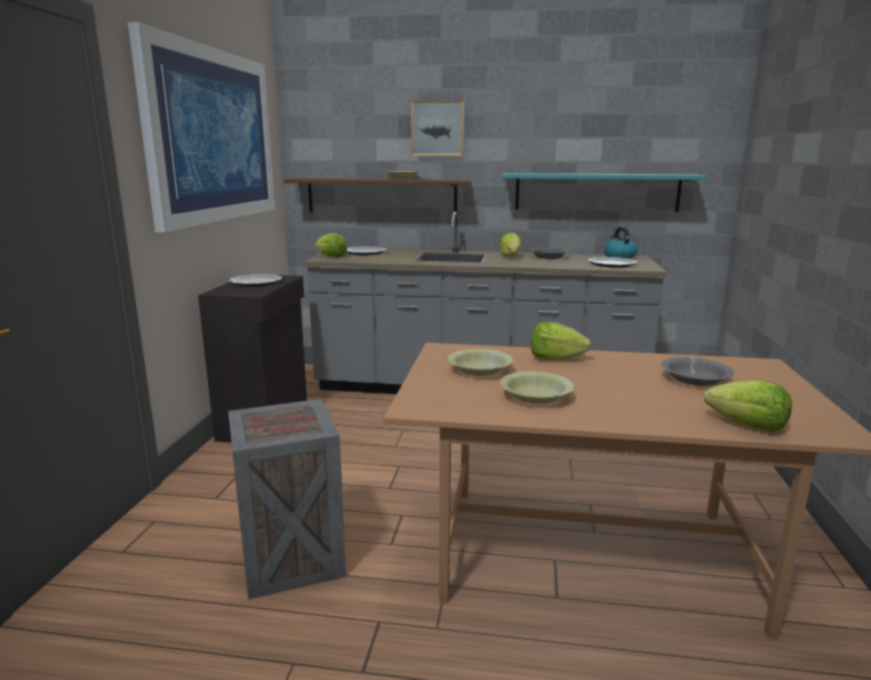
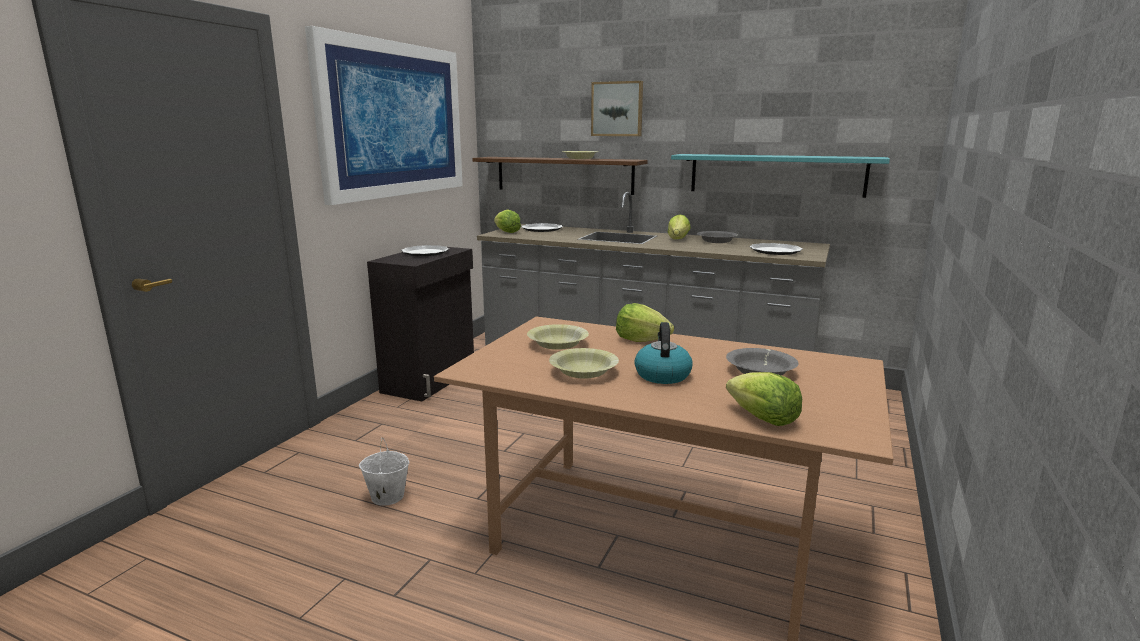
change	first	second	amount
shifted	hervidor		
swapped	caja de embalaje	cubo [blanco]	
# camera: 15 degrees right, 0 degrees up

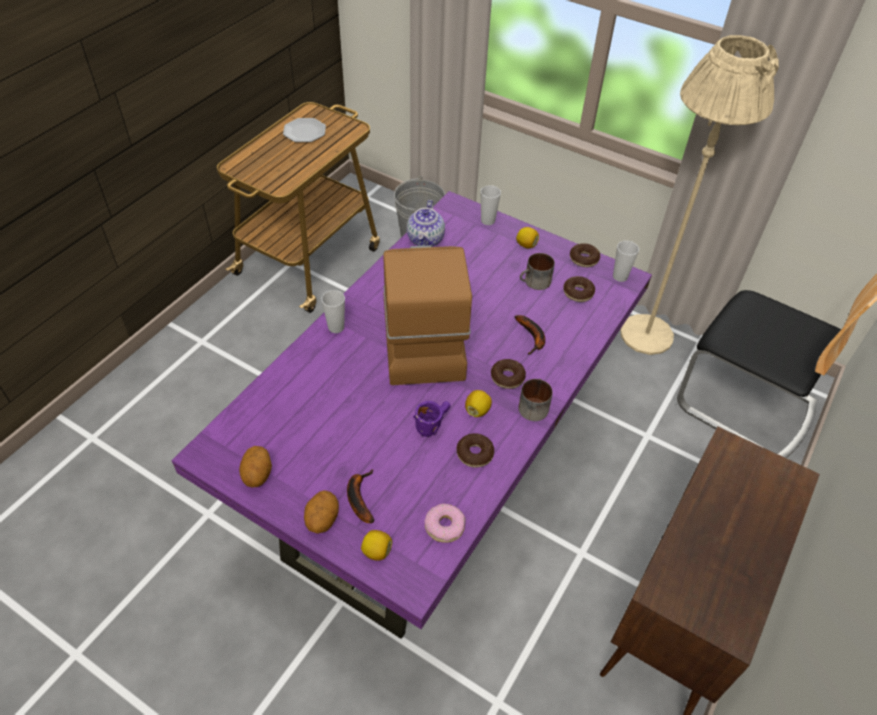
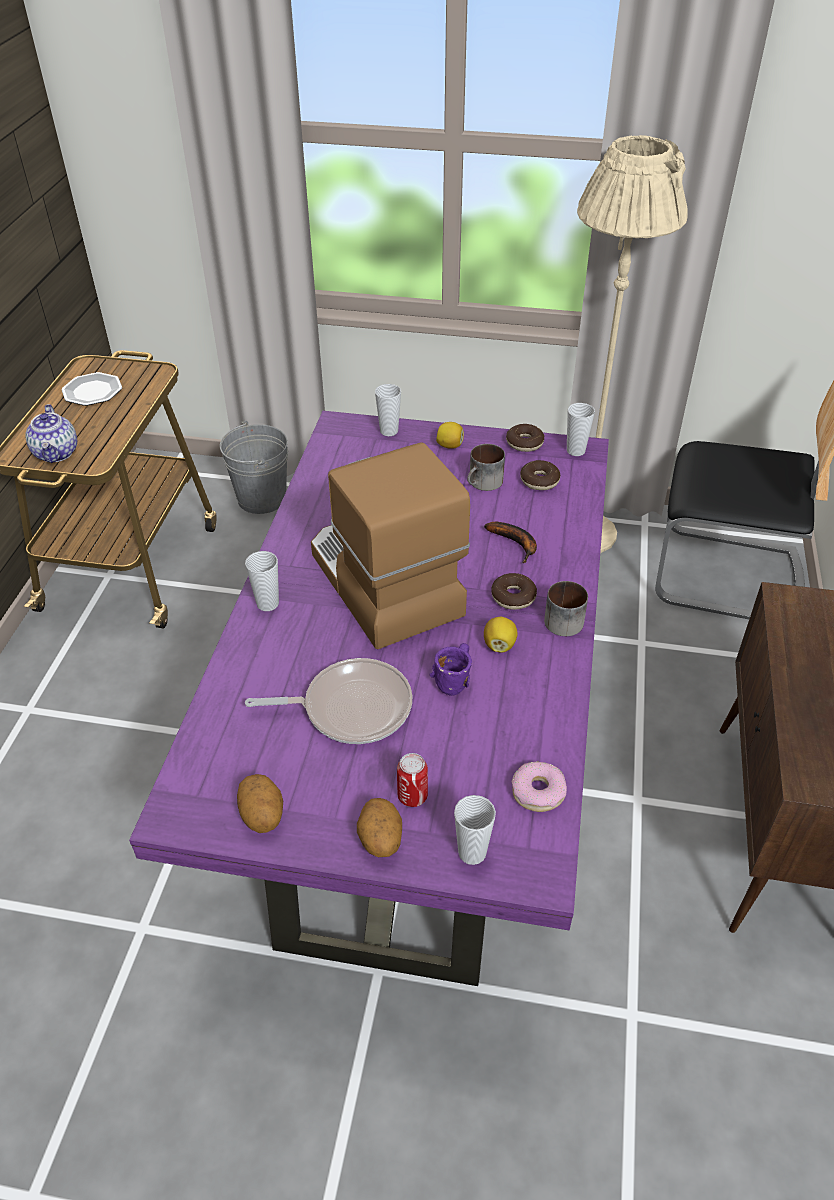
change	first	second	amount
shifted	tetera		
gone	rosquilla (no. 2 from left)		
swapped	plátano (no. 1 from left)	lata	
swapped	limón (no. 1 from left)	taza (no. 3 from left)	
new		sartén	
# camera: 20 degrees left, 5 degrees down

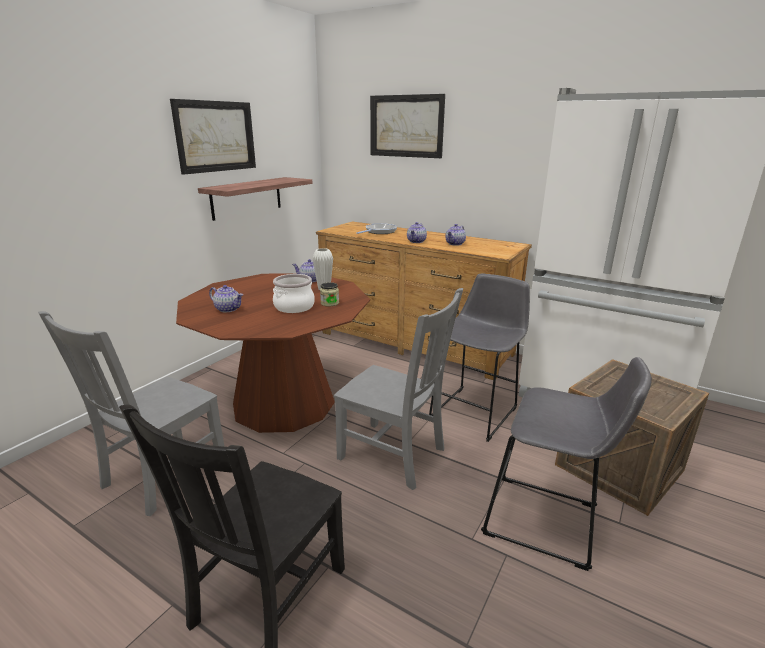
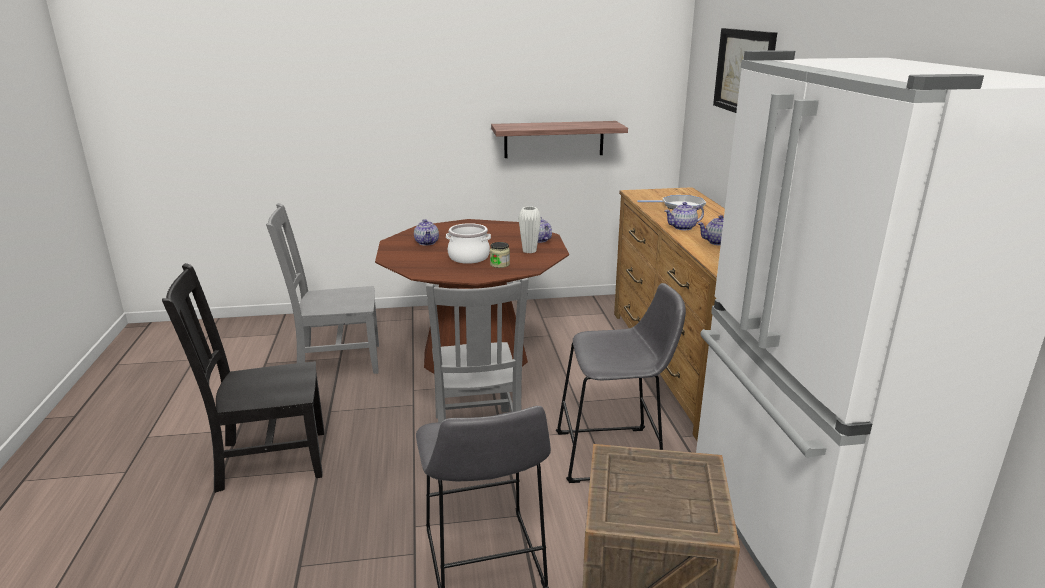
change	first	second	amount
gone	cuadro (no. 1 from left)		
# camera: 50 degrees right, 0 degrees up

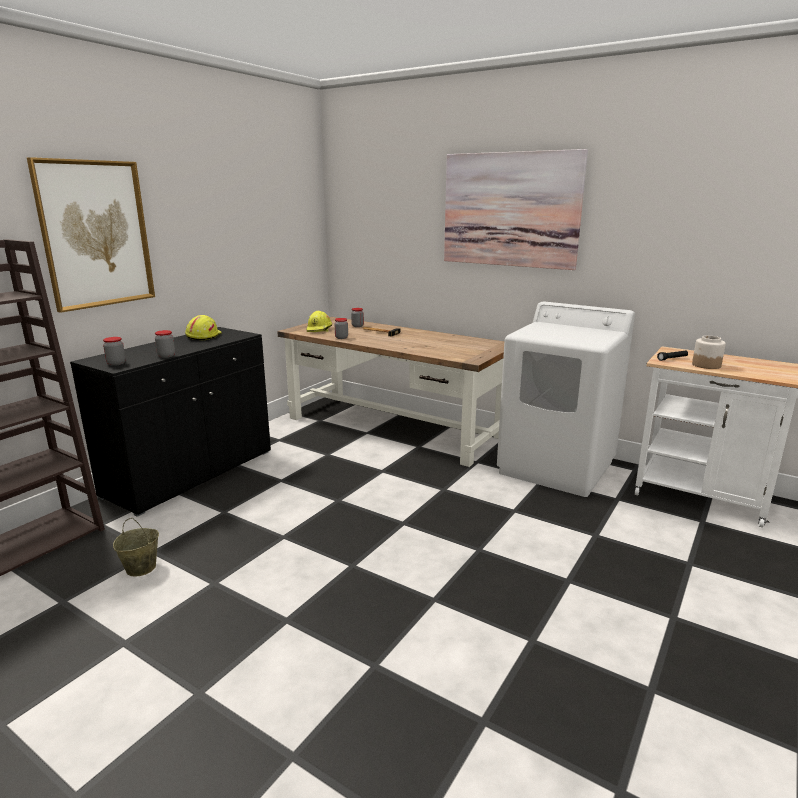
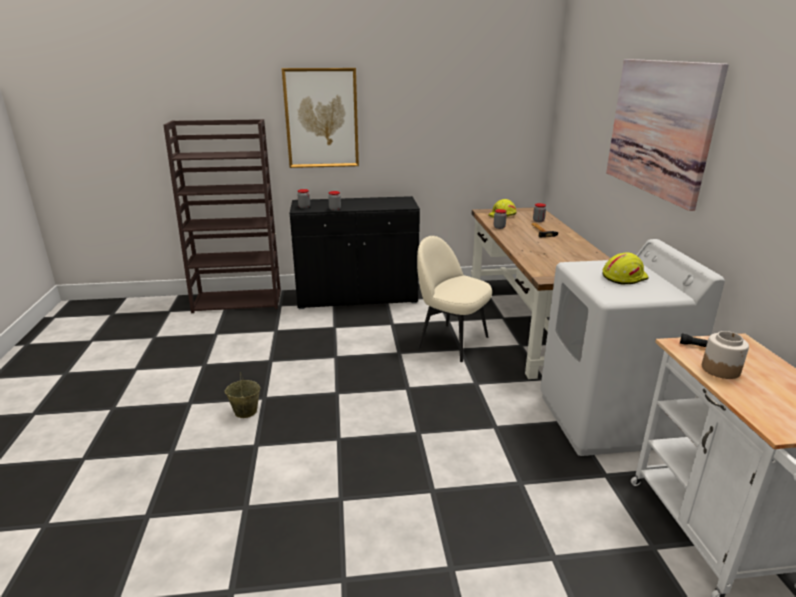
change	first	second	amount
shifted	casco [amarillo] (no. 1 from left in the first image)	casco [amarillo] (no. 2 from left)	
shifted	cubo [beis]		
new		silla [beis]	
# camera: 50 degrees right, 5 degrees up

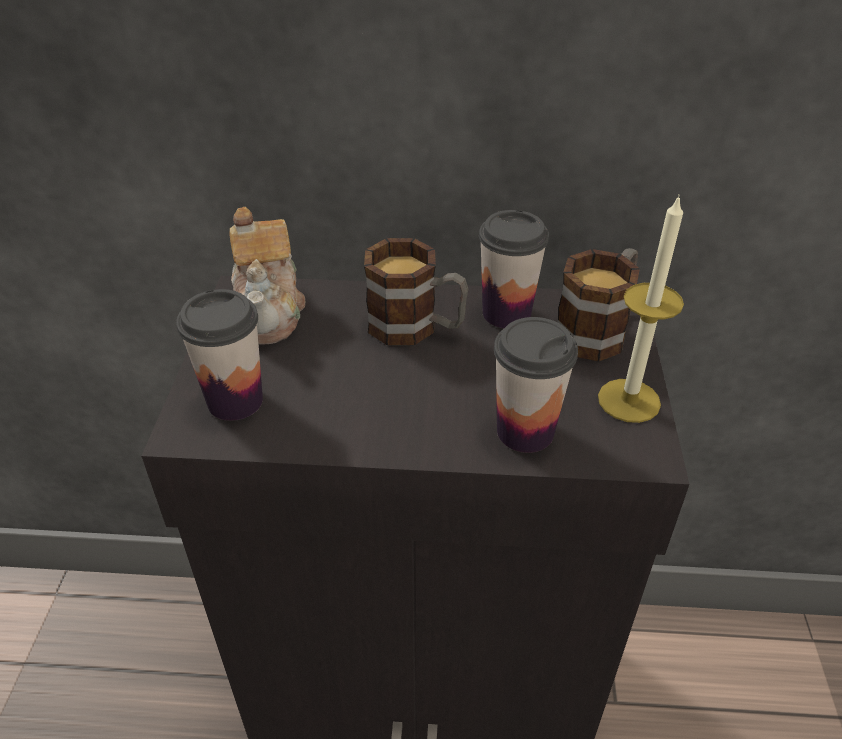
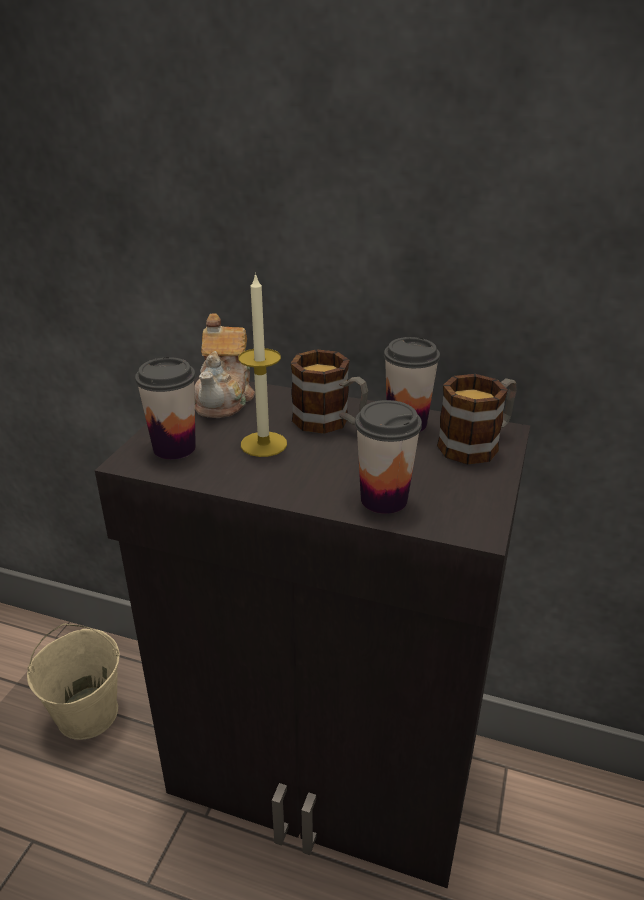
change	first	second	amount
shifted	vela		
new		cubo [beis]	
# camera: 15 degrees right, 10 degrees down

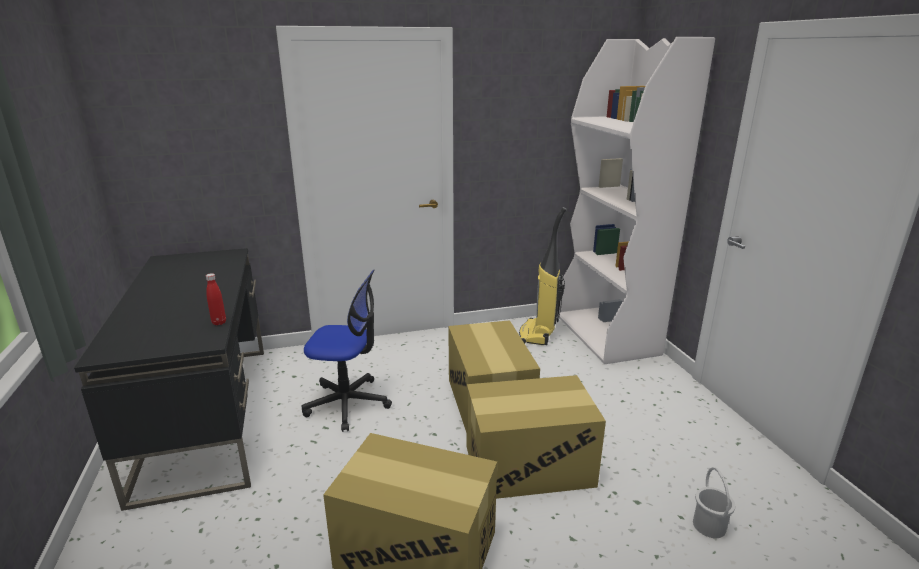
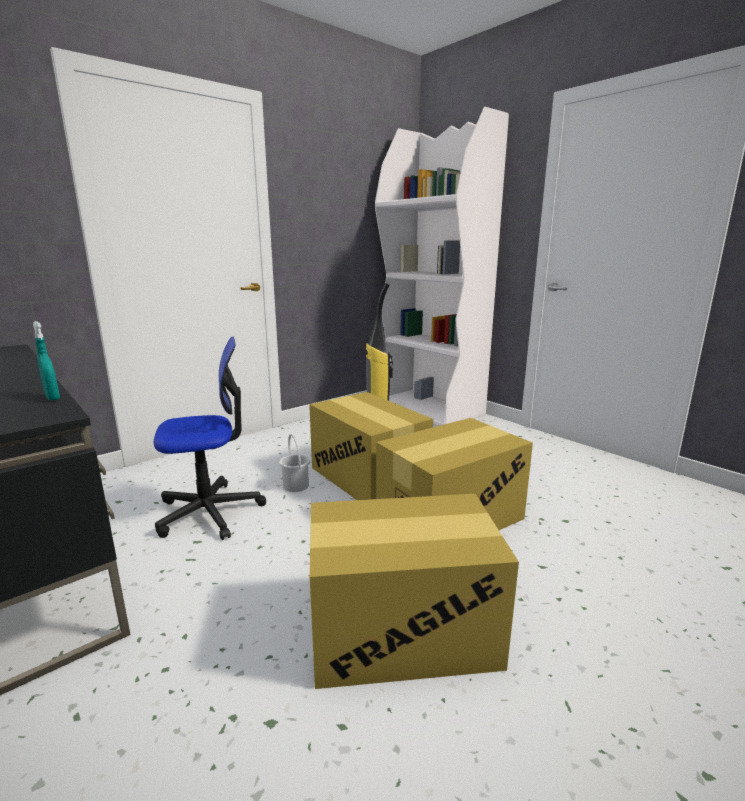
change	first	second	amount
swapped	botella [rojo]	pulverizador [turquesa]	
shifted	cubo [blanco]		
# camera: 25 degrees left, 5 degrees down

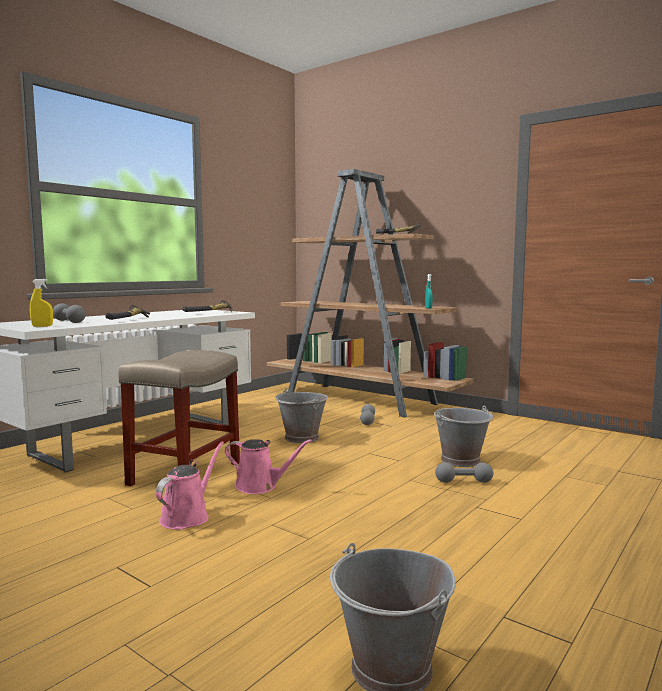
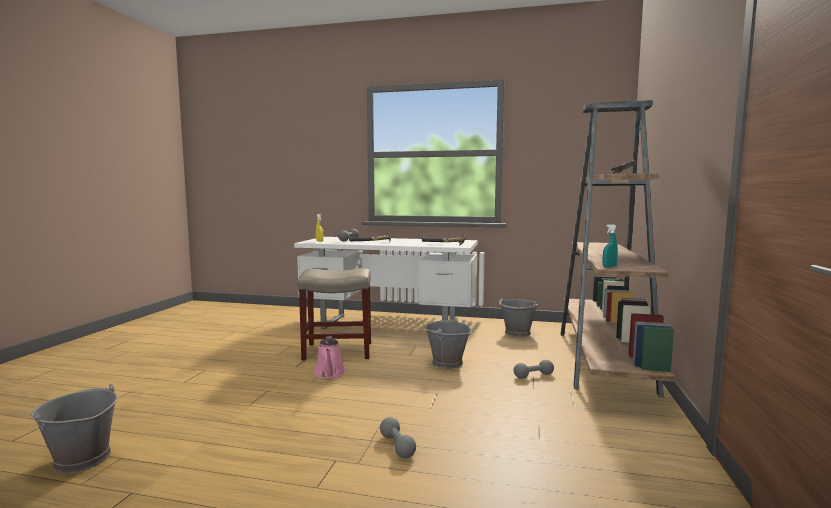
change	first	second	amount
shifted	cubo [gris] (no. 3 from left)		
gone	regadera [rosa] (no. 1 from left)		
# camera: 65 degrees right, 0 degrees up

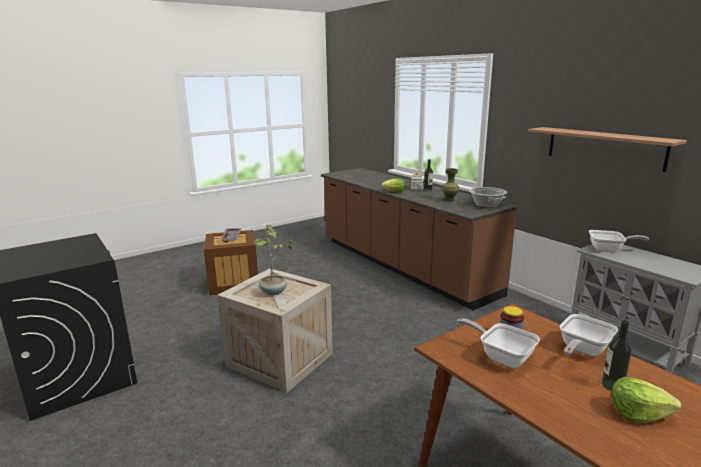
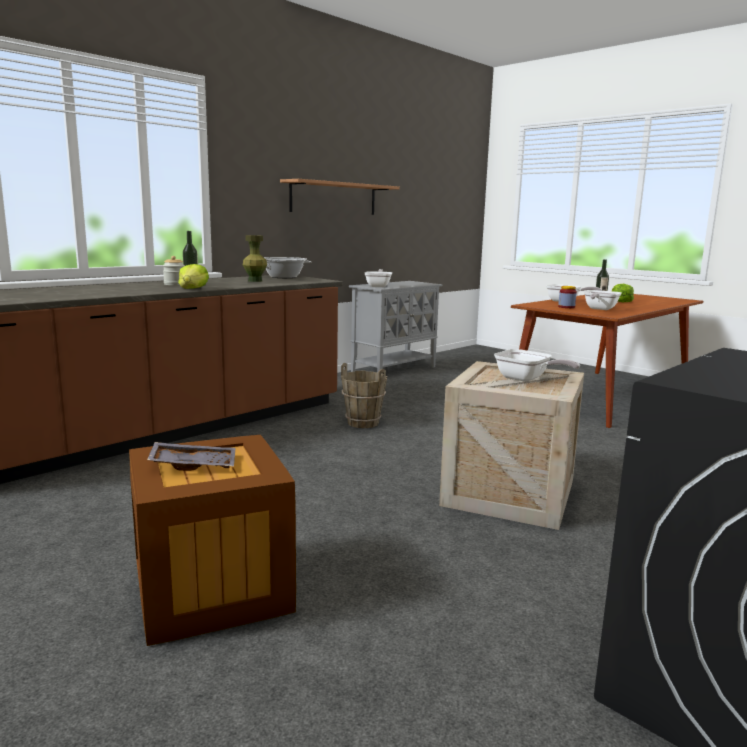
change	first	second	amount
swapped	planta en maceta	sartén (no. 2 from left)	
new		cubo [marrón]	
# camera: 100 degrees left, 5 degrees down

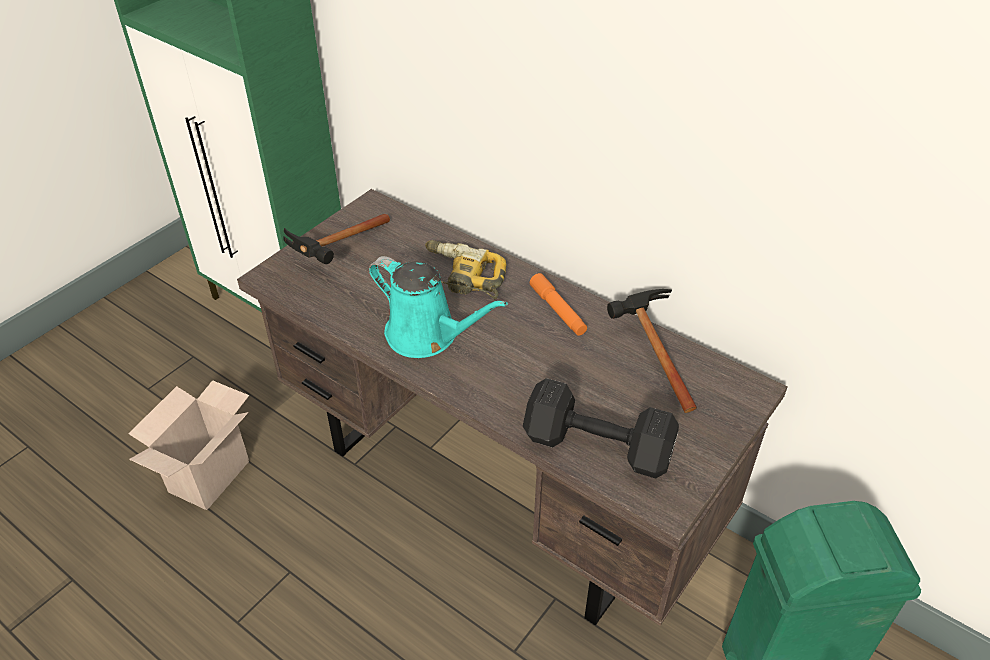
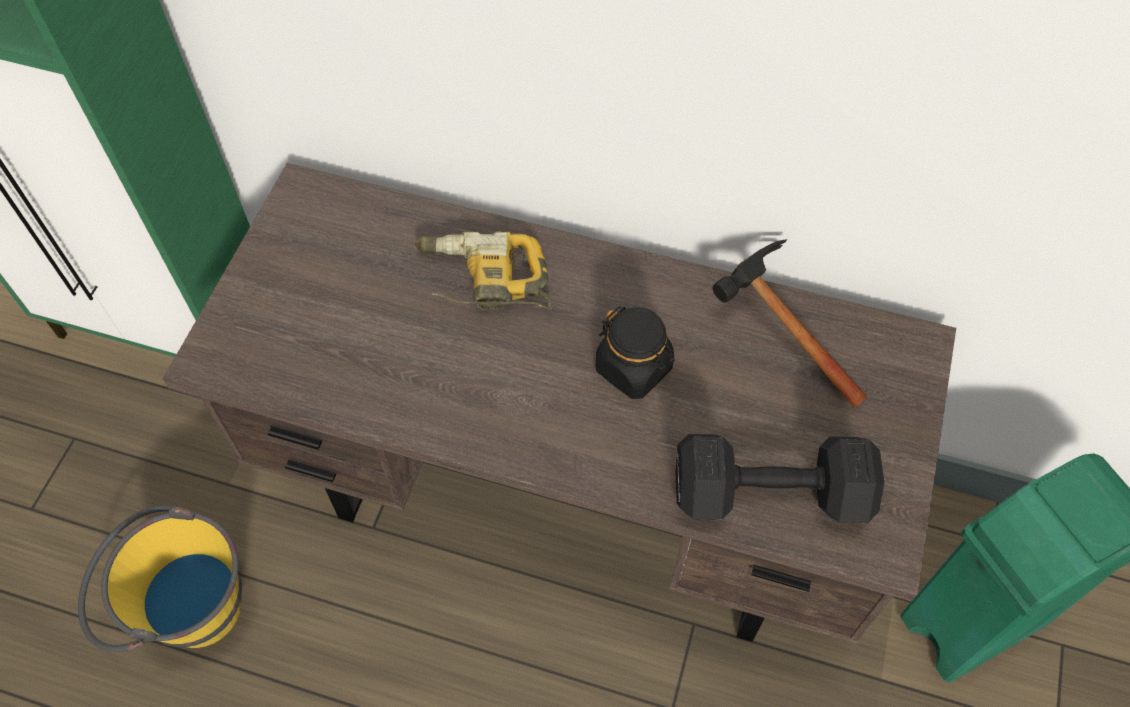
change	first	second	amount
gone	martillo (no. 1 from left)		
gone	regadera [turquesa]		
gone	linterna [naranja]		
swapped	caja de cartón	cubo [amarillo]	
new		tarro [negro]	
# camera: 20 degrees left, 15 degrees up

